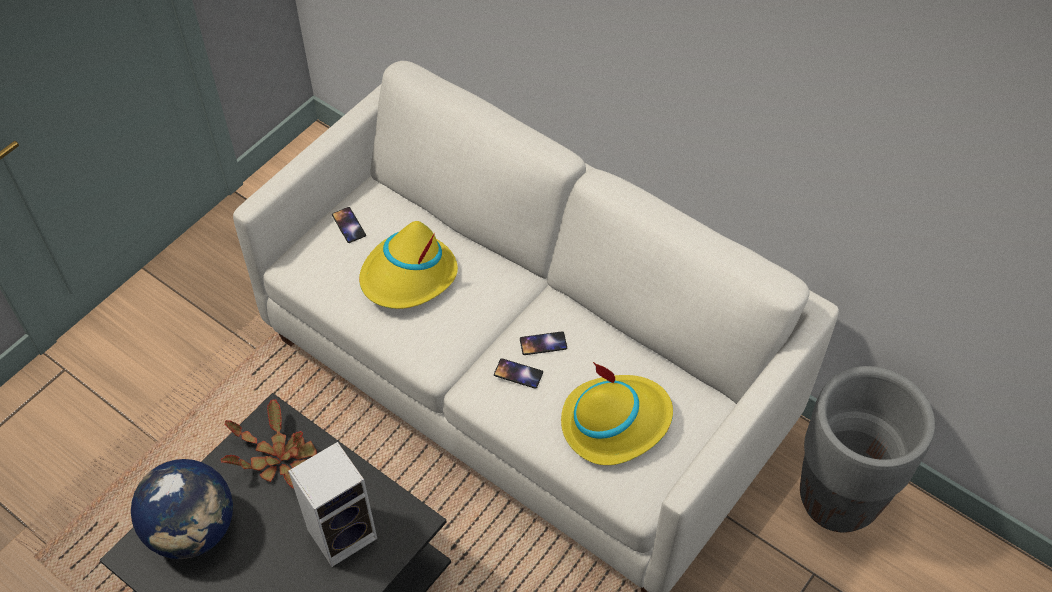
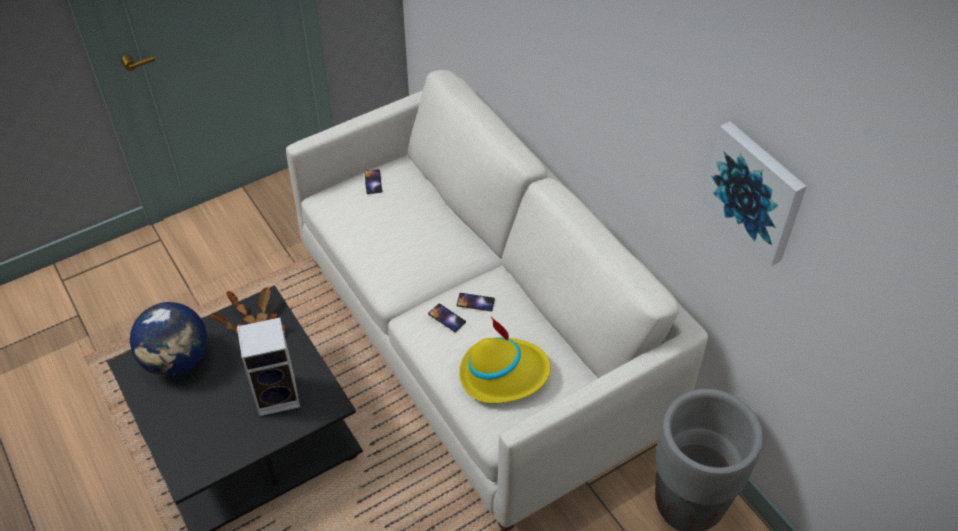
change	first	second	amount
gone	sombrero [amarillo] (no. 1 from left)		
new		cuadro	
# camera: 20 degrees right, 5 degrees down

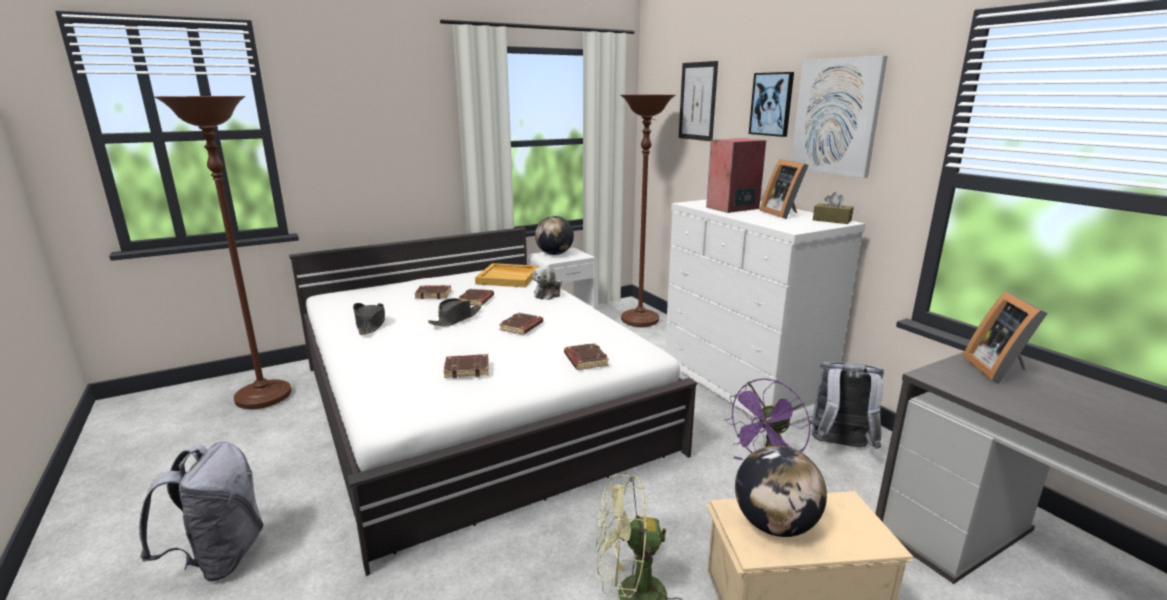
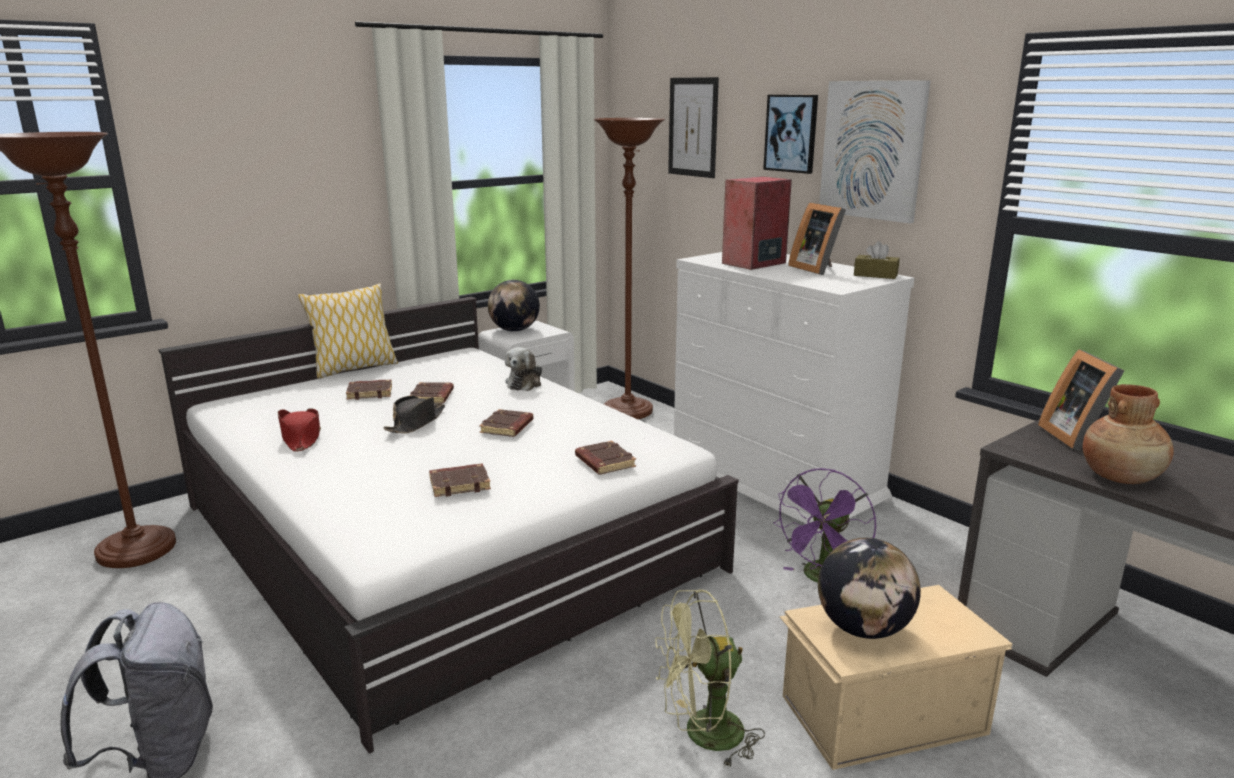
change	first	second	amount
gone	bandeja [beis]		
repainted	sombrero [negro] (no. 1 from left)	sombrero [rojo]	
gone	mochila [gris] (no. 2 from left)		
new		cojín	
new		florero [marrón]	
# camera: 10 degrees left, 0 degrees up

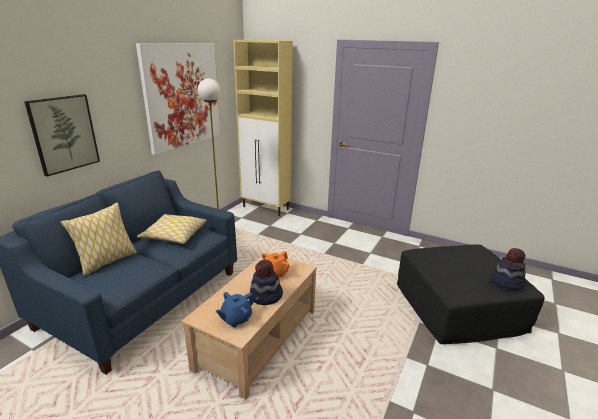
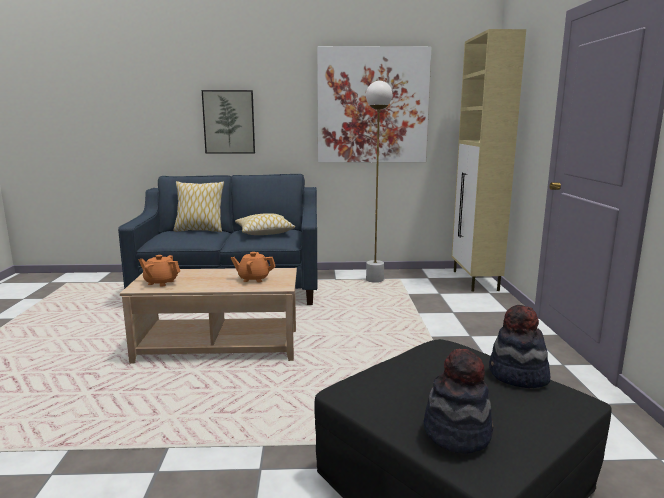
change	first	second	amount
shifted	sombrero (no. 1 from left in the first image)	sombrero (no. 2 from left)	
repainted	tetera [azul]	tetera [naranja] (no. 1 from left)	
# camera: 60 degrees right, 10 degrees down

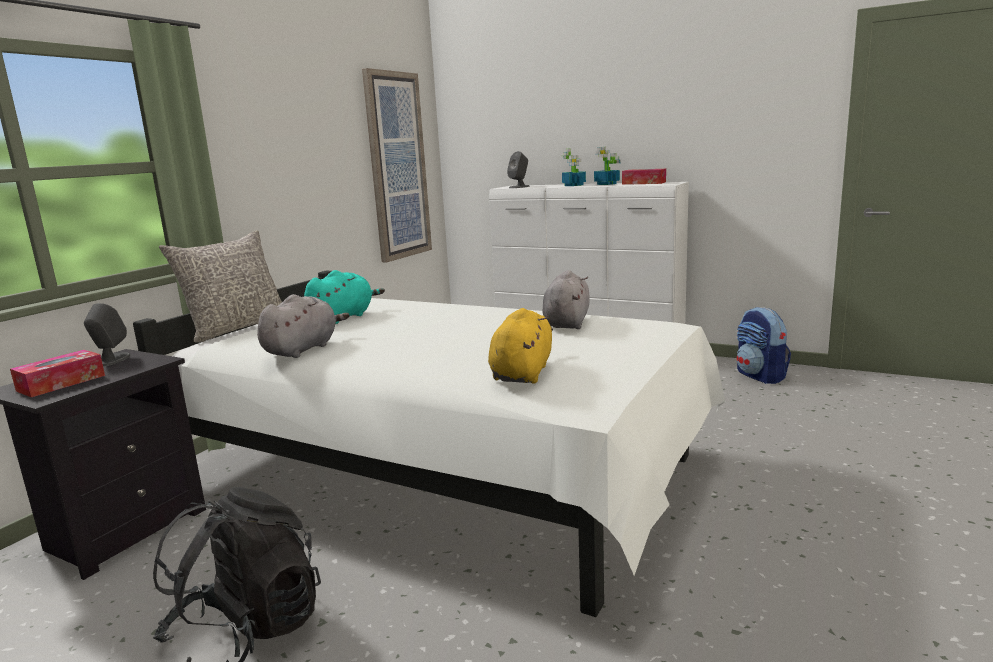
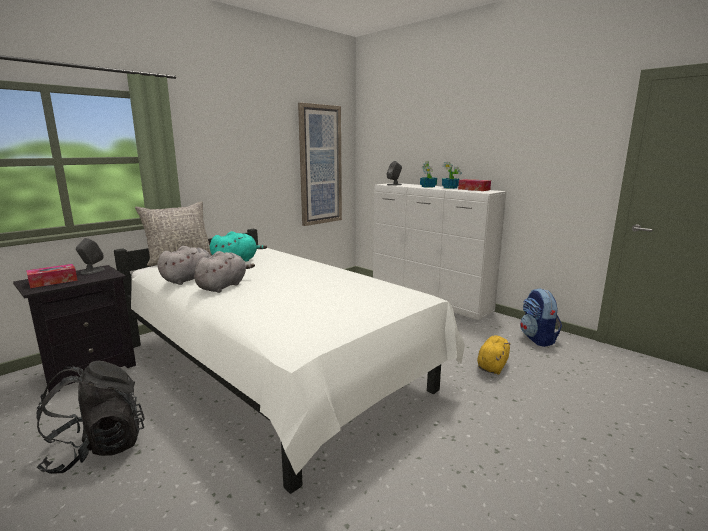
change	first	second	amount
shifted	peluche [gris] (no. 2 from left)		
shifted	peluche [amarillo]		
# camera: 15 degrees right, 0 degrees up

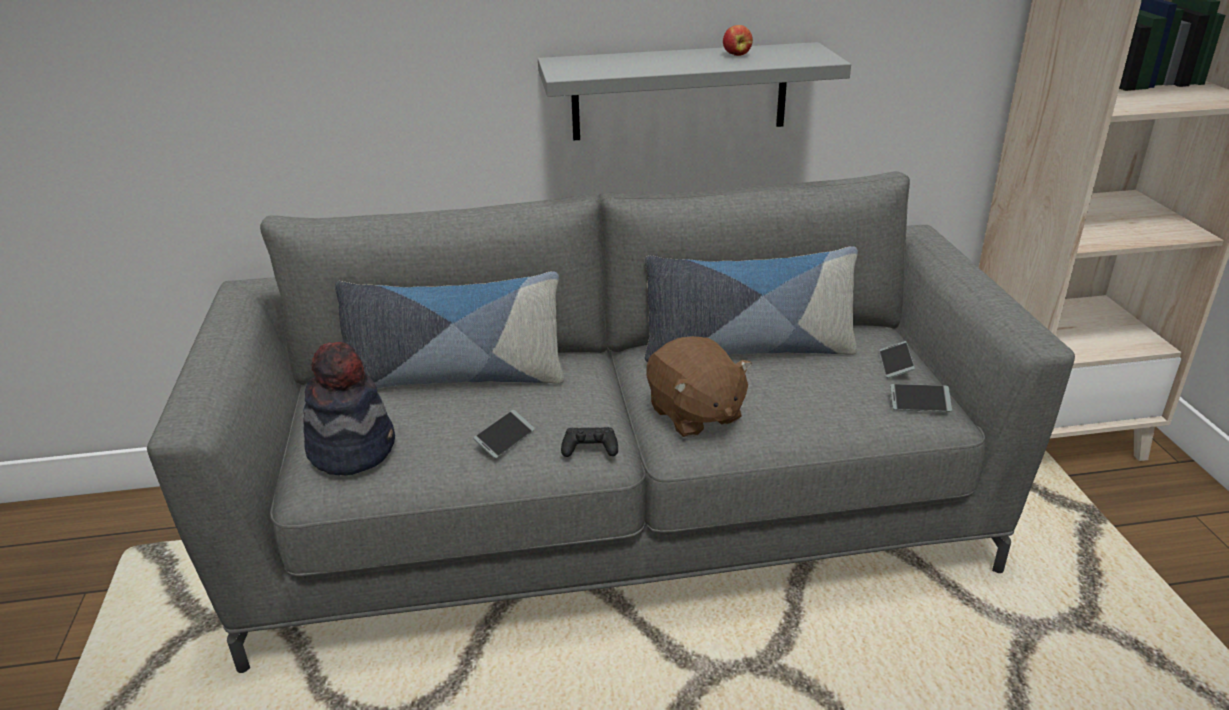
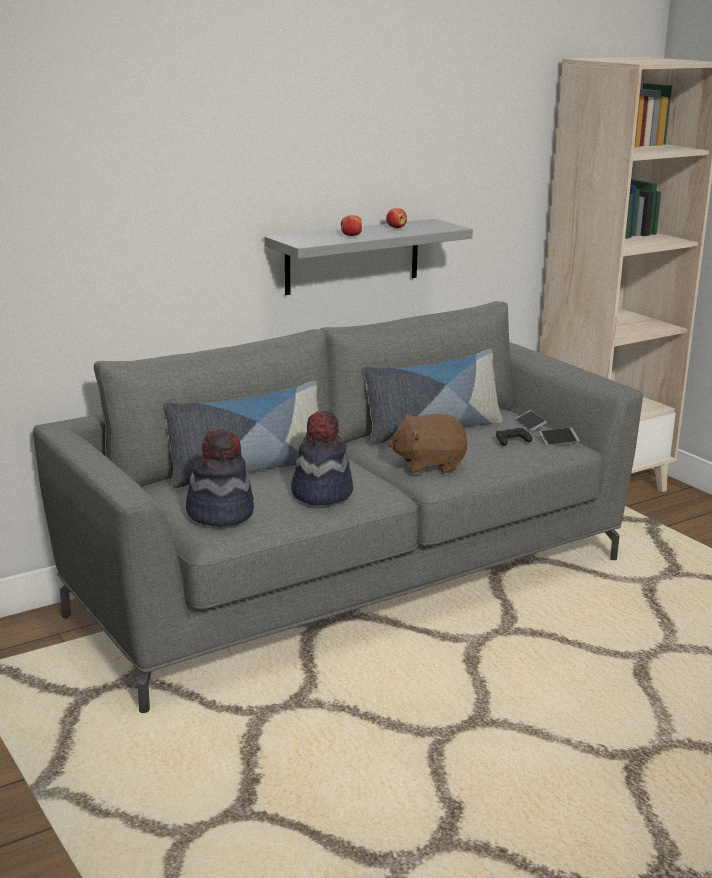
change	first	second	amount
rotated	peluche [marrón]		135 degrees clockwise
swapped	móvil (no. 1 from left)	sombrero (no. 2 from left)	
shifted	mando de consola [negro]		
new		manzana (no. 1 from left)	
# camera: 25 degrees left, 10 degrees down

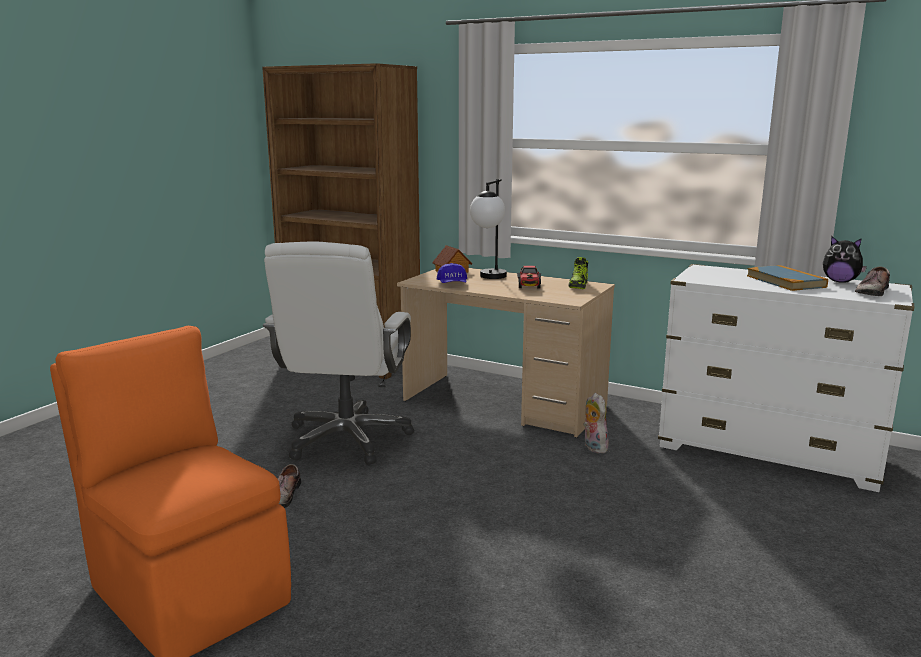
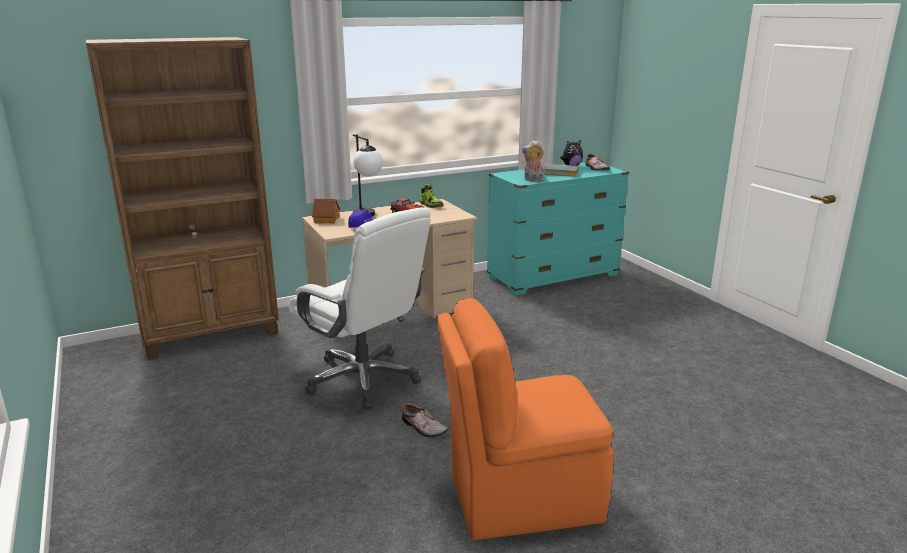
change	first	second	amount
repainted	cómoda [blanco]	cómoda [turquesa]	
shifted	peluche (no. 1 from left)		
# camera: 55 degrees left, 5 degrees up

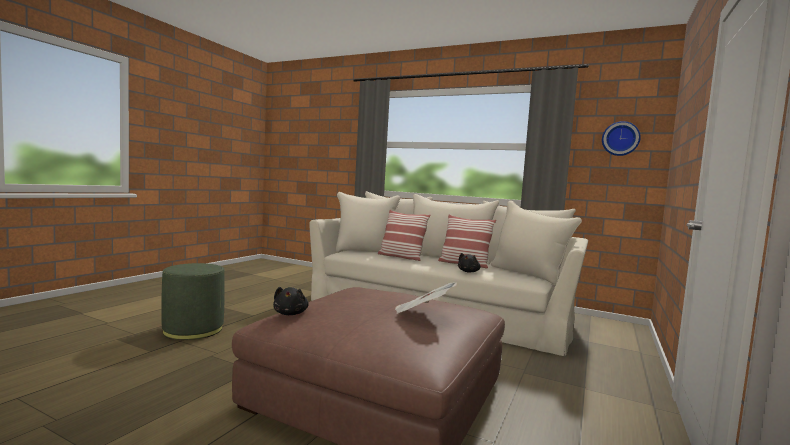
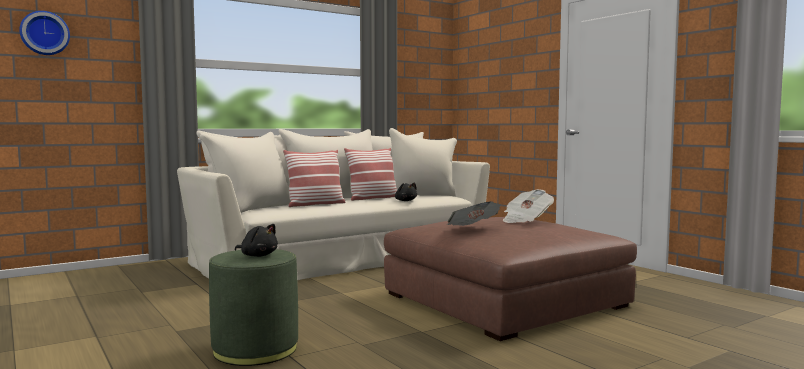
change	first	second	amount
shifted	reloj de pared		
shifted	peluche [negro] (no. 1 from left)		
new		periódico (no. 1 from left)	
# camera: 60 degrees left, 0 degrees up

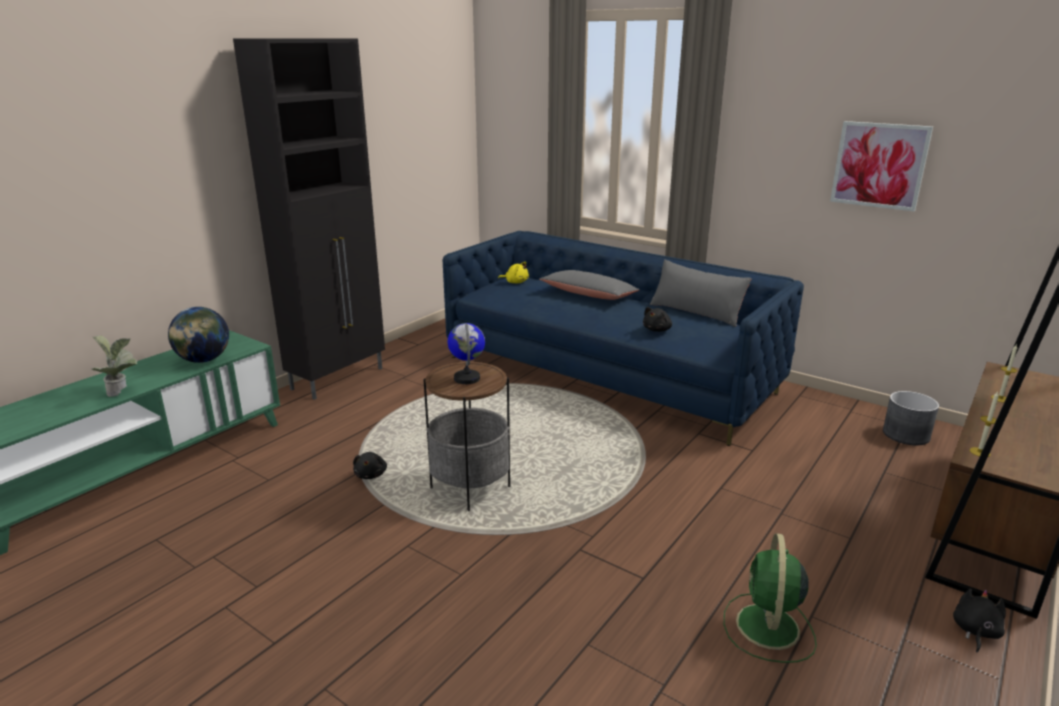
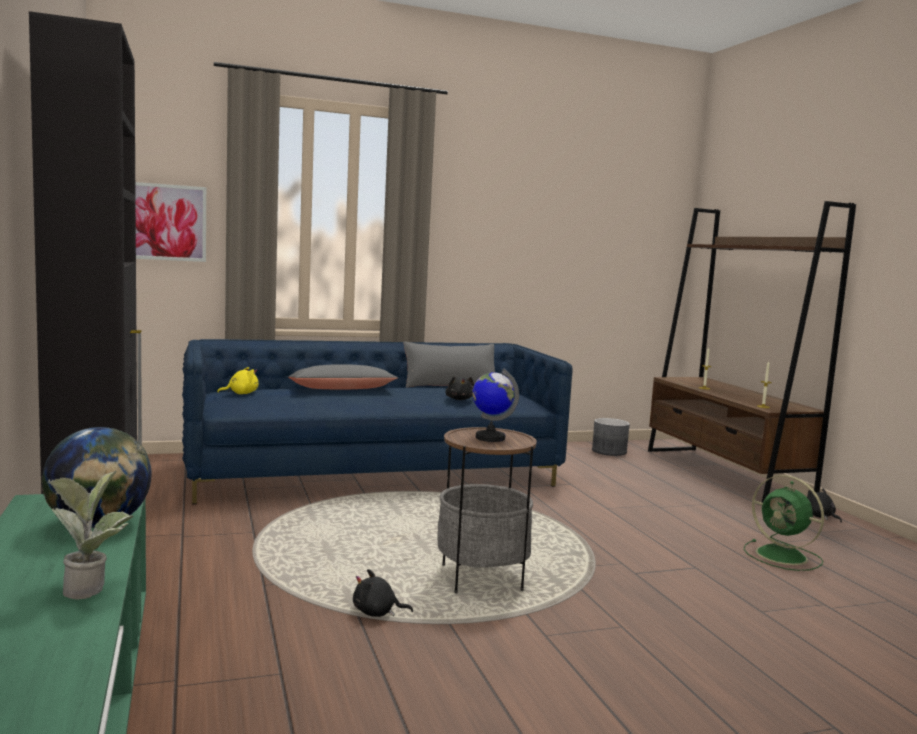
change	first	second	amount
shifted	cuadro		
rotated	peluche [negro] (no. 1 from left)		150 degrees clockwise
# camera: 55 degrees left, 15 degrees down

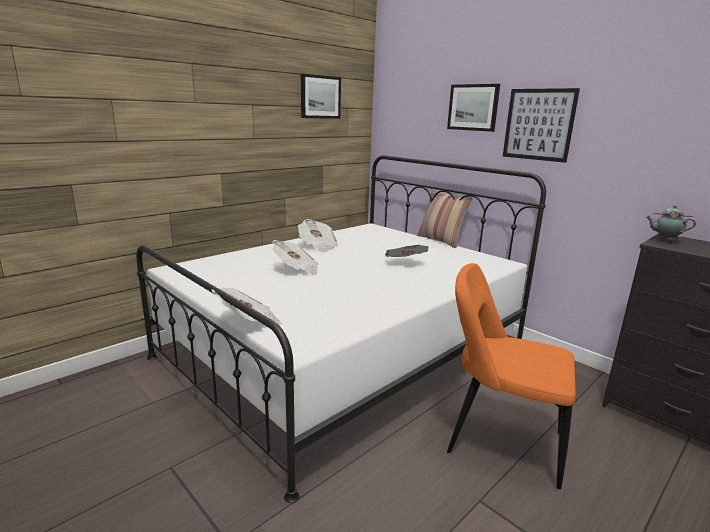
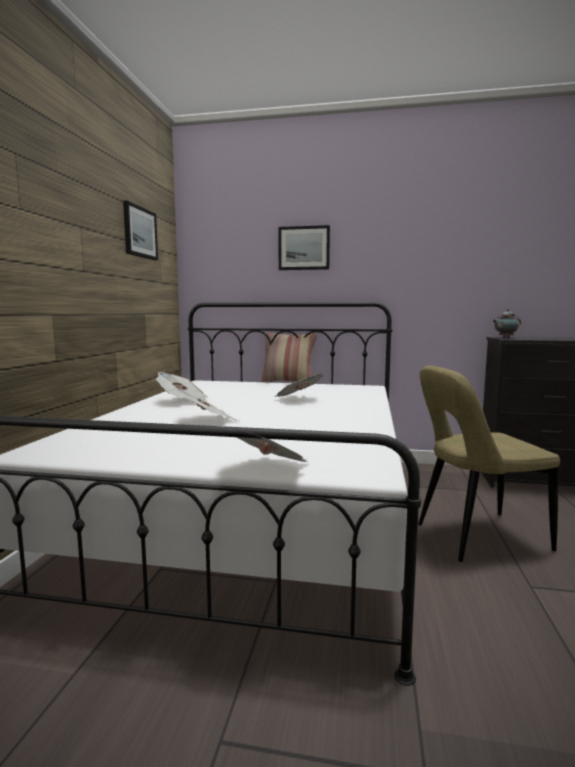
change	first	second	amount
gone	cuadro (no. 3 from left)		
repainted	silla [naranja]	silla [beis]	
# camera: 35 degrees left, 10 degrees down

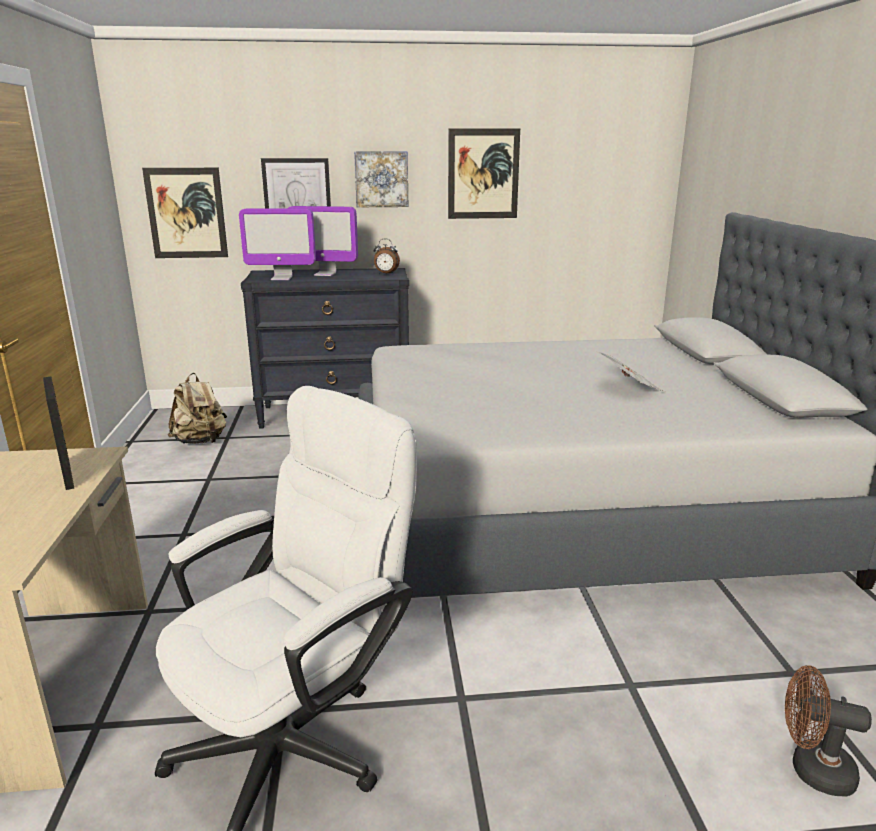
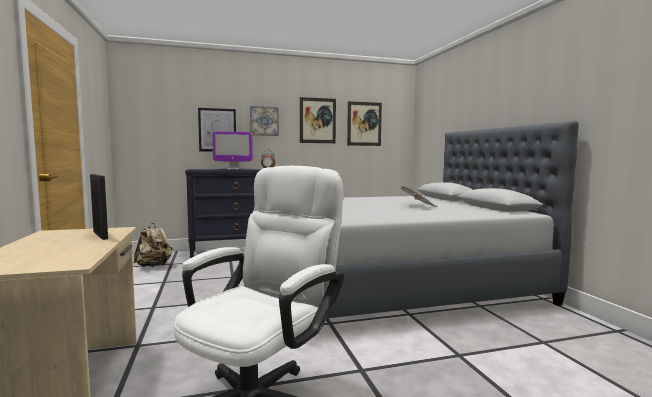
change	first	second	amount
shifted	cuadro (no. 1 from left in the first image)	cuadro (no. 4 from left)	
gone	monitor (no. 1 from left)		
gone	ventilador [marrón]		
# camera: 10 degrees left, 15 degrees down

